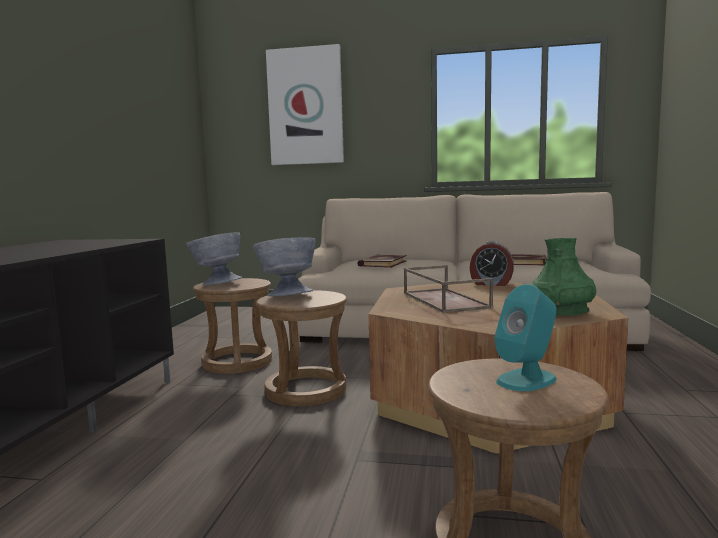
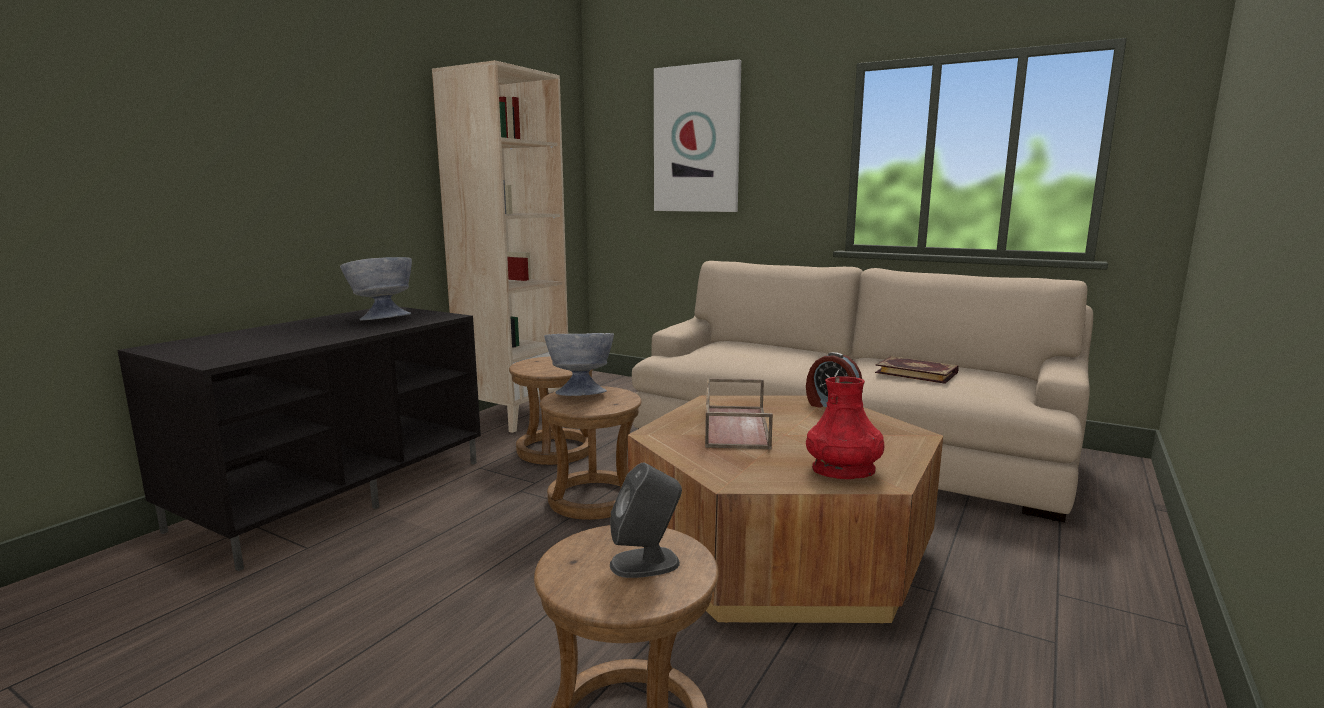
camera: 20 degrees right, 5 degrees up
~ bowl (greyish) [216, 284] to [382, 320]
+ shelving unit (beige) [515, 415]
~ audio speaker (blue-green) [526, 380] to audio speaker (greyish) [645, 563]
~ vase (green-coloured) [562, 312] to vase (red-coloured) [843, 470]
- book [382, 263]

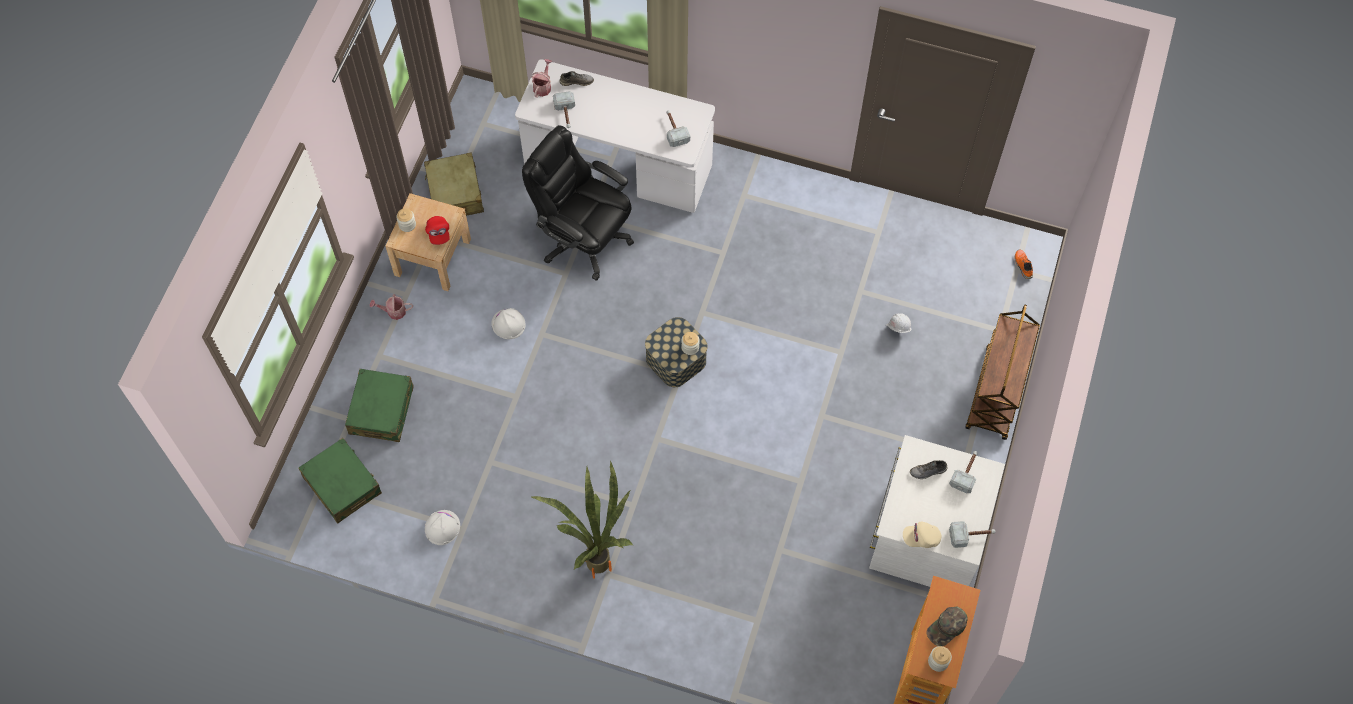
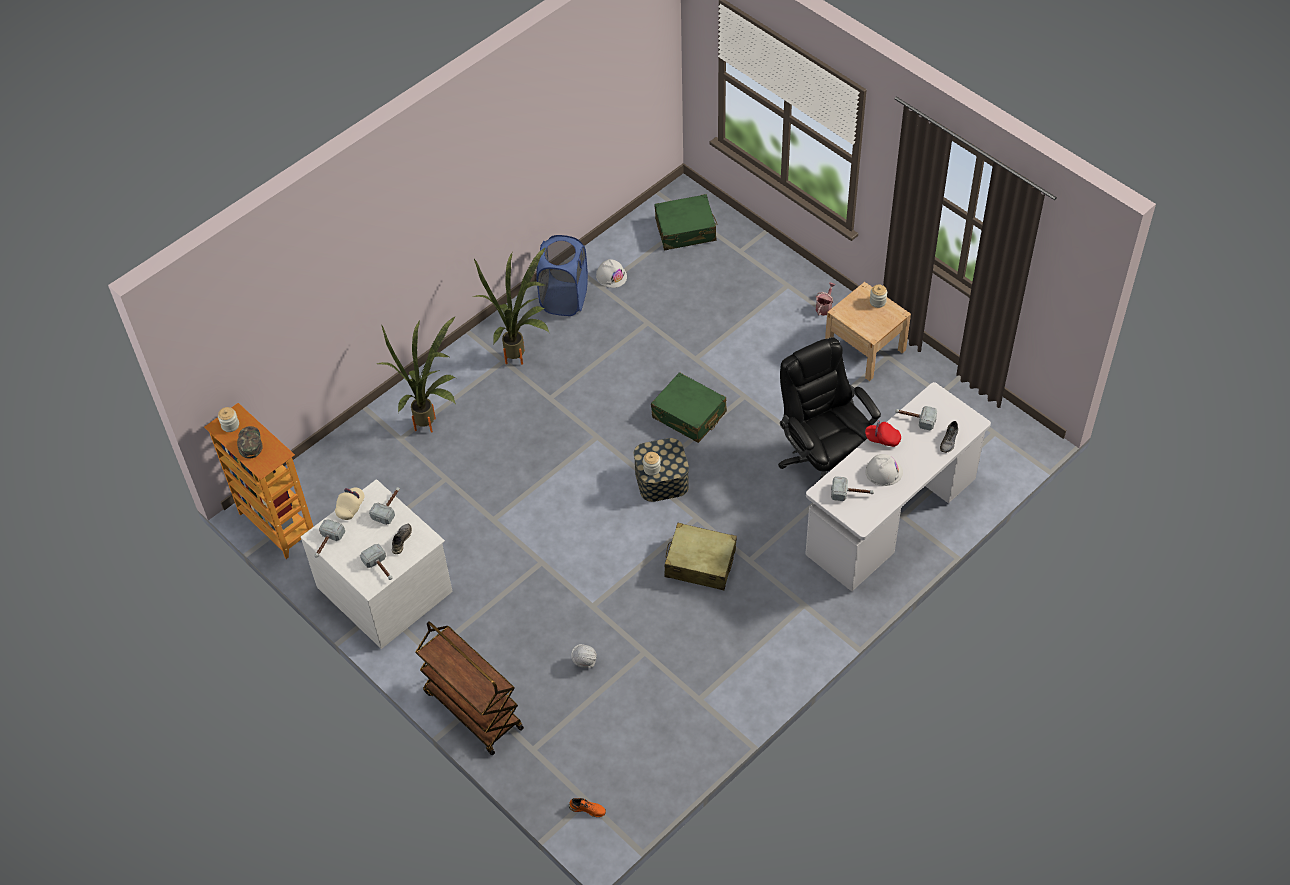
camera: 120 degrees right, 10 degrees down
+ hammer [389, 507]
+ houseplant [431, 427]
+ washing basket (blue-coloured) [564, 299]
~ travel case (green-coloured) [382, 410] to [689, 415]
~ travel case (beige) [455, 194] to [700, 563]
~ computer chair (black) [583, 238] = [824, 460] 90 degrees counterclockwise
~ peaked cap (red-coloured) [438, 234] to [882, 439]
~ work helmet (white-coloured) [508, 324] to [884, 471]
- sprinkling can [543, 86]

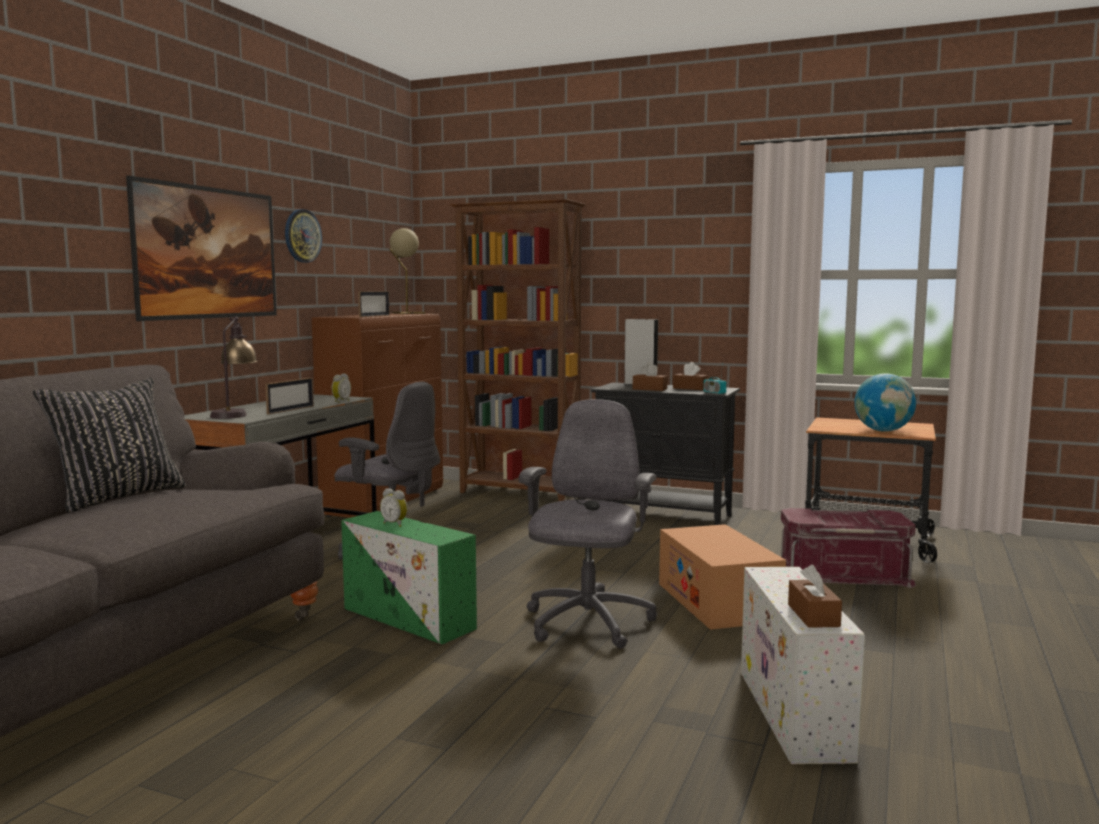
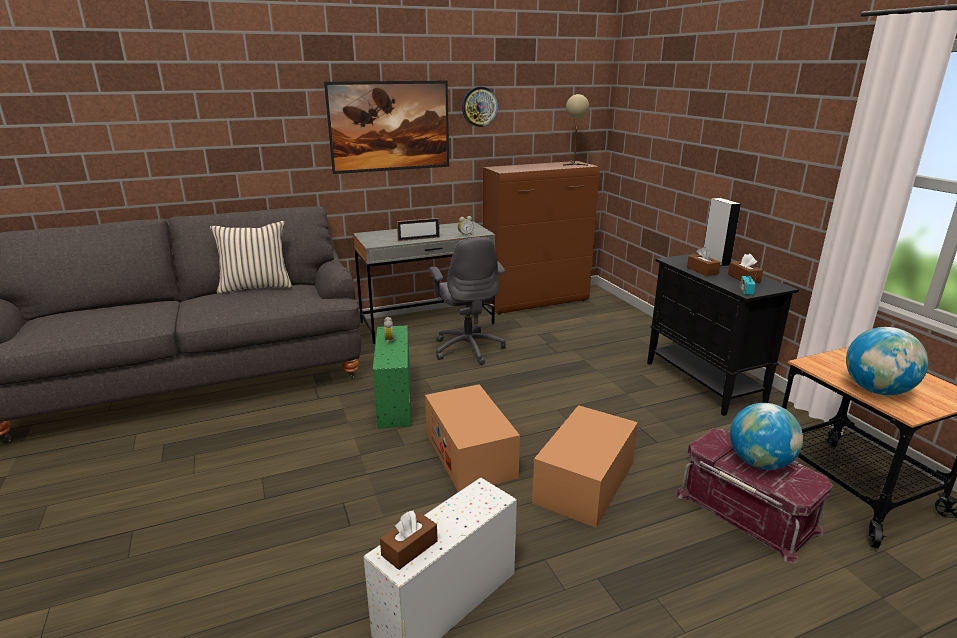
camera: 45 degrees right, 15 degrees up
~ cushion (black) [117, 497] to cushion (beige) [256, 287]
~ computer chair (greyish) [587, 623] to cardboard box [470, 455]
+ desk globe [759, 463]
- lamp for a table [235, 414]
- standing frame [374, 316]
- shelving unit (brown) [520, 493]

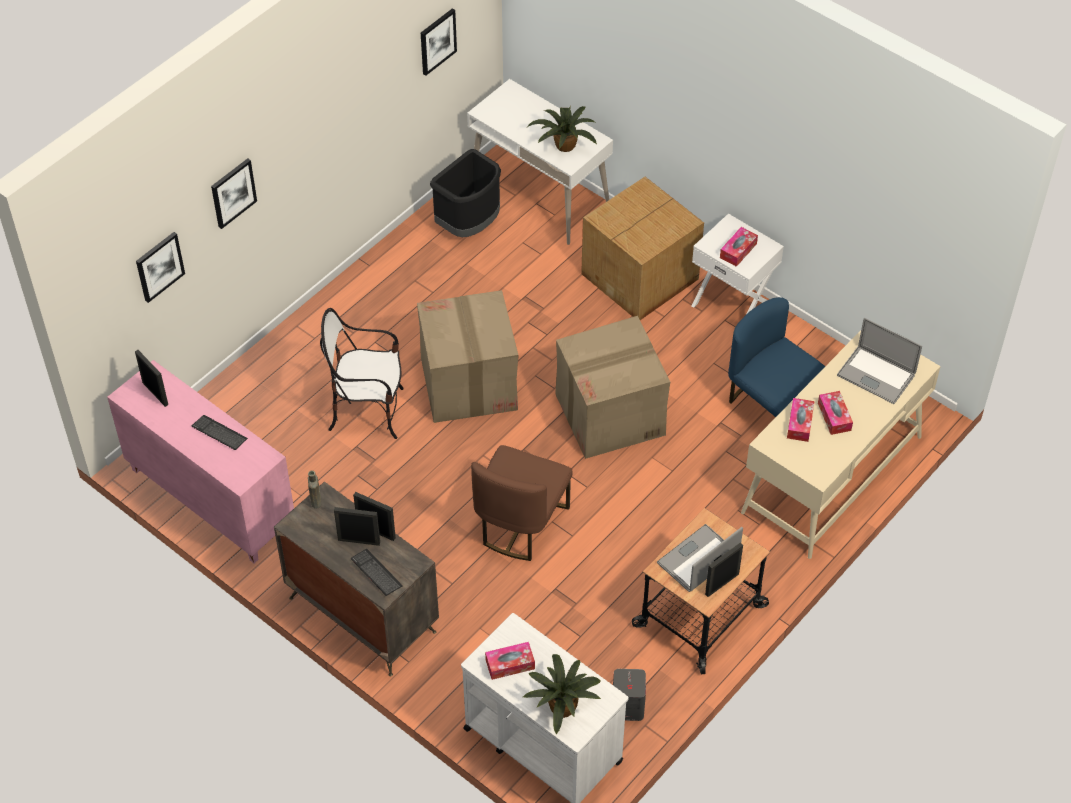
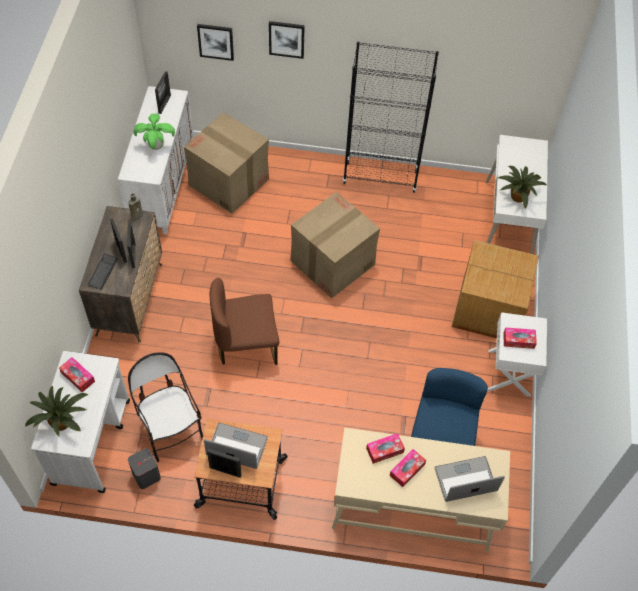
camera: 55 degrees right, 5 degrees up
~ cupboard (pink) [209, 499] to cupboard (white-coloured) [162, 186]
~ upright chair [368, 411] to [170, 429]
~ computer keyboard [219, 433] to houseplant [156, 146]
~ cardboard box [611, 414] to [229, 182]
+ shelving unit (black) [380, 177]
~ laptop [876, 375] = [465, 479] 75 degrees clockwise
- wall art [437, 41]
- waste bin (black) [469, 225]

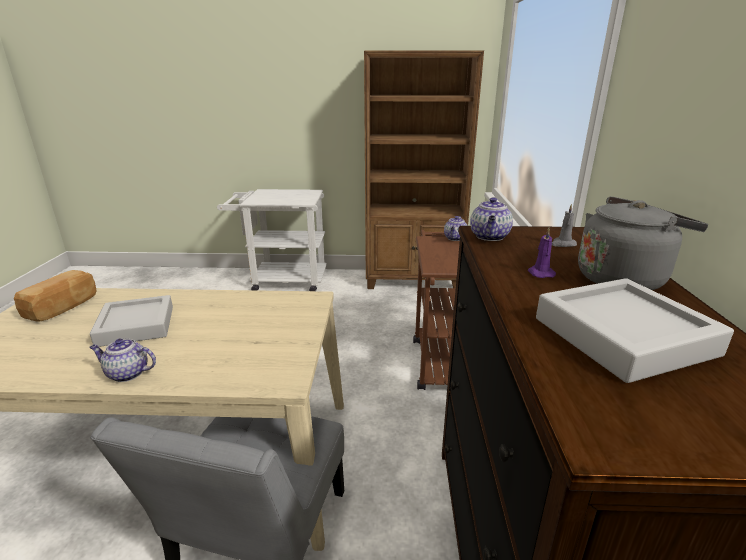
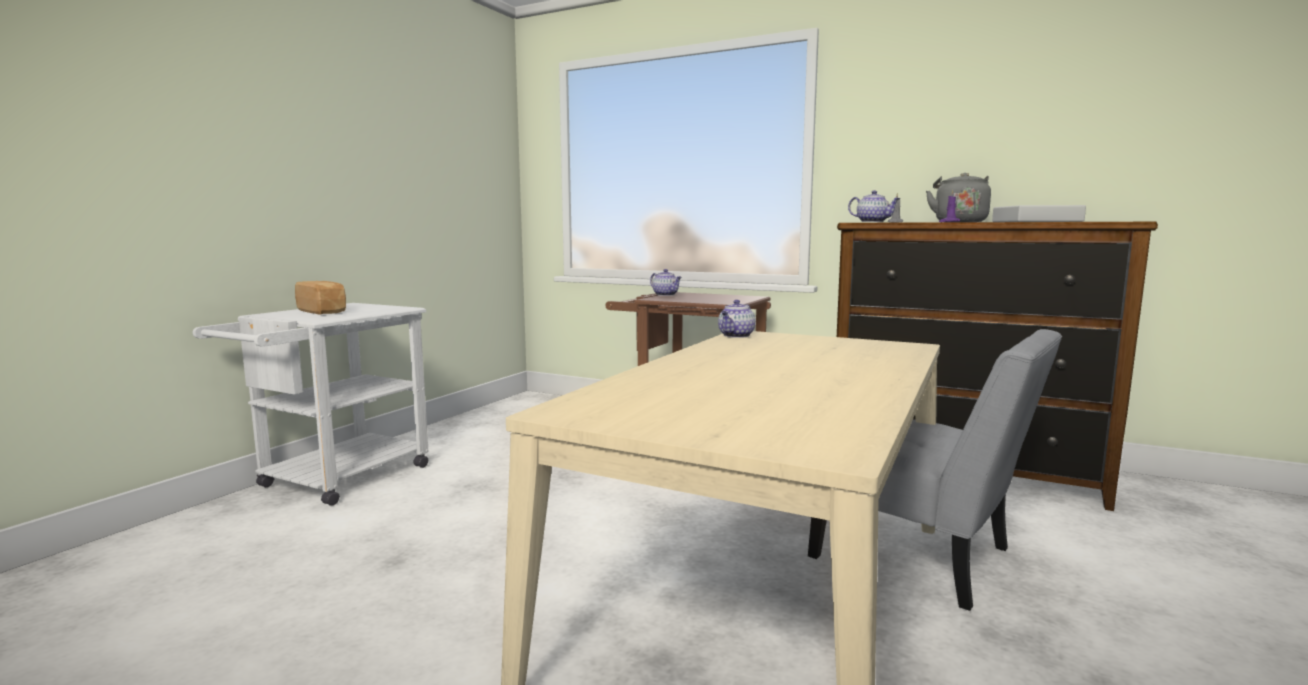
camera: 65 degrees left, 15 degrees down
~ baked bread [63, 308] to [323, 311]
~ tea pot [126, 373] to [736, 336]
- serving tray (greyish) [136, 326]
- shelving unit (brown) [413, 280]

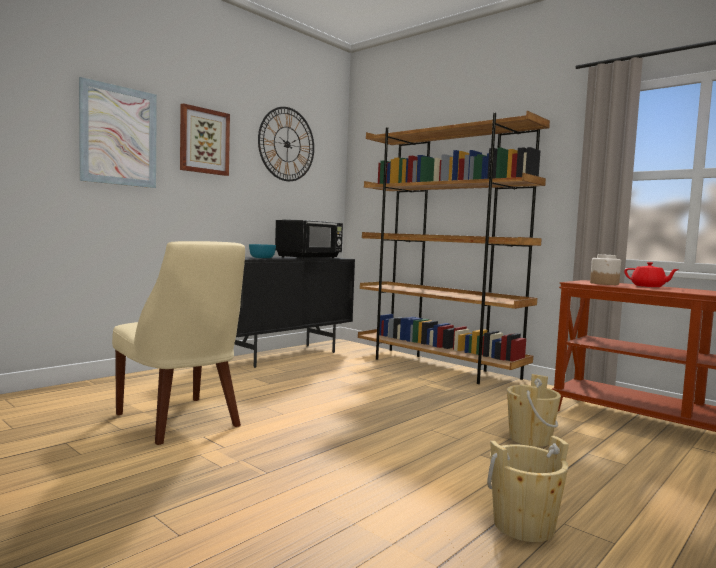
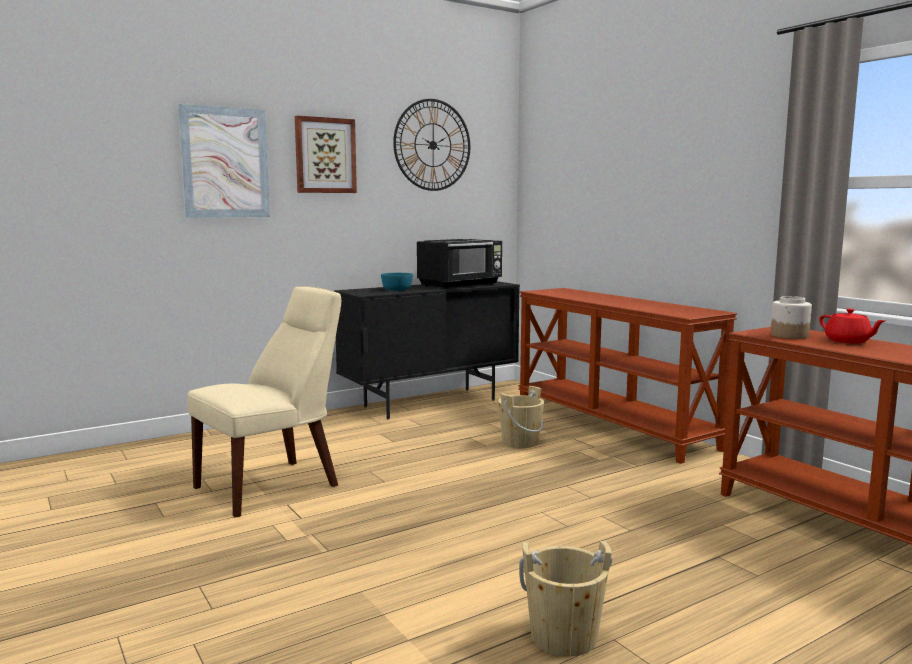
camera: 15 degrees right, 5 degrees up
~ upright chair (beige) [180, 422] = [273, 485] 105 degrees counterclockwise
~ water bucket (beige) [530, 438] to [520, 442]
~ shelving unit (brown) [438, 367] to console table (brown) [613, 425]

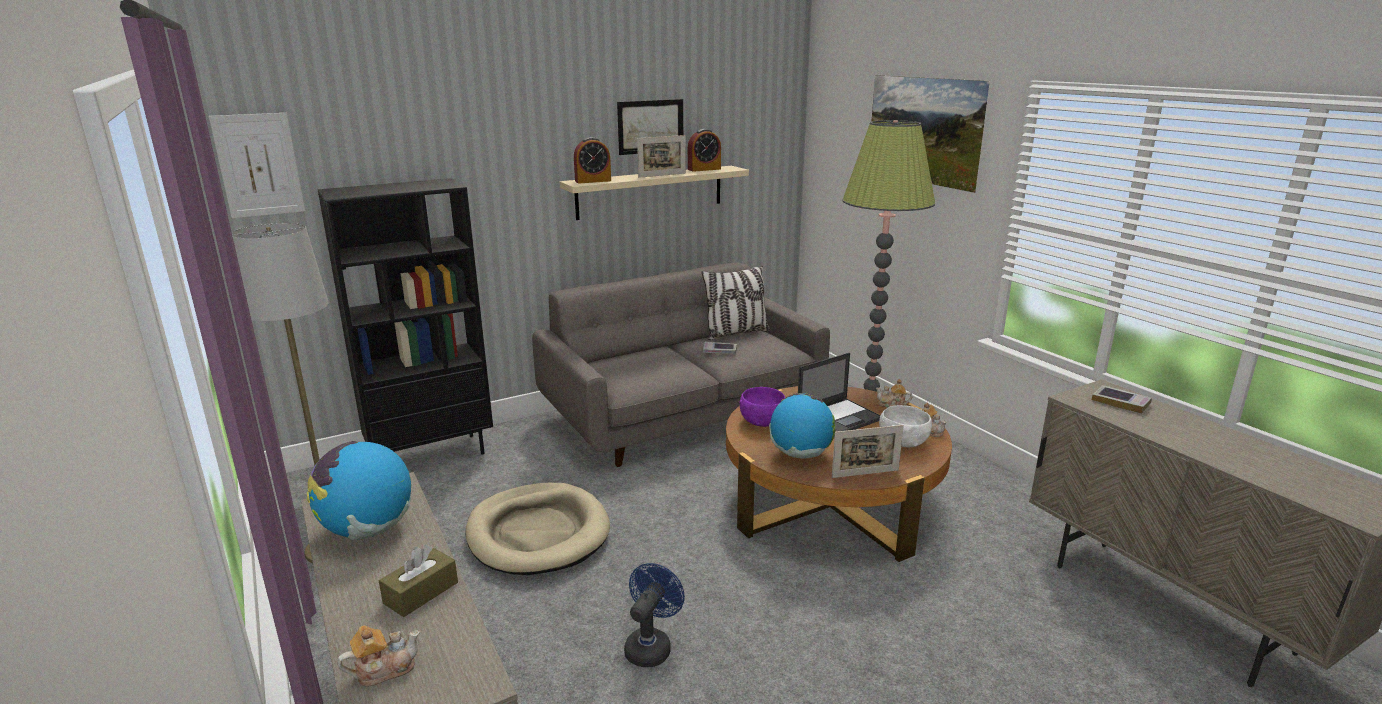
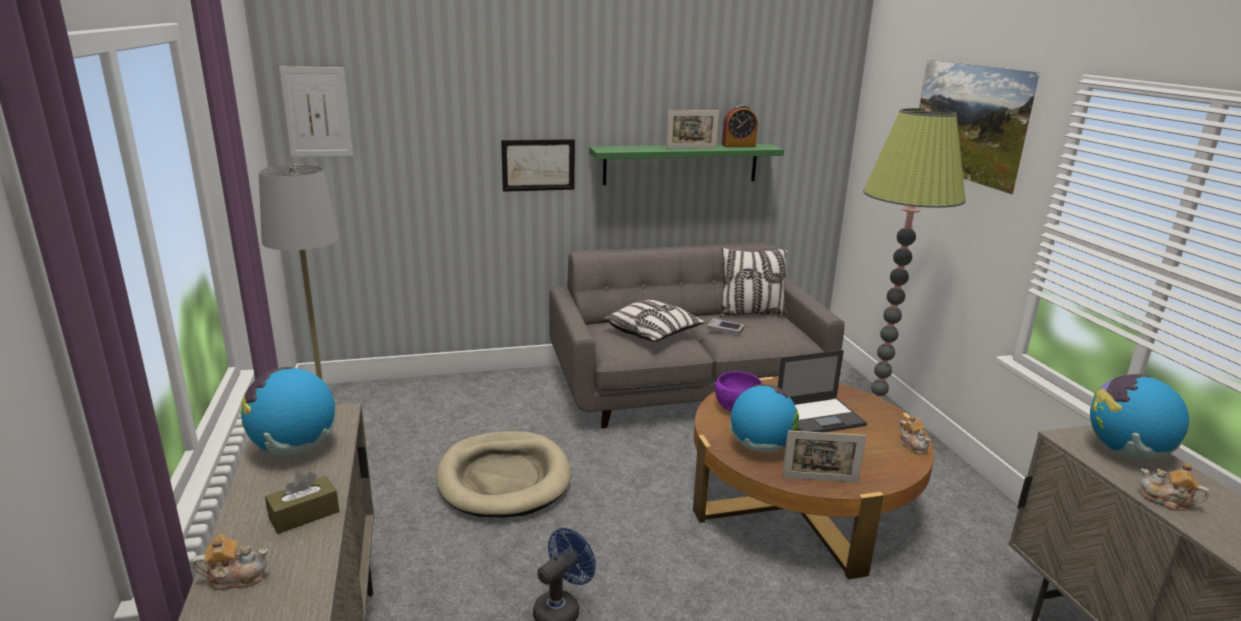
camera: 15 degrees right, 0 degrees up
~ wall art [650, 126] to [538, 165]
~ bracket shelf (beige) [650, 192] to bracket shelf (green-coloured) [681, 164]
+ cushion [653, 333]
~ book [1120, 402] to desk globe [1126, 452]
~ tea pot [892, 405] to [1166, 501]
- shelving unit (black) [432, 455]
- table clock [593, 181]
- bowl (white-coloured) [902, 442]

